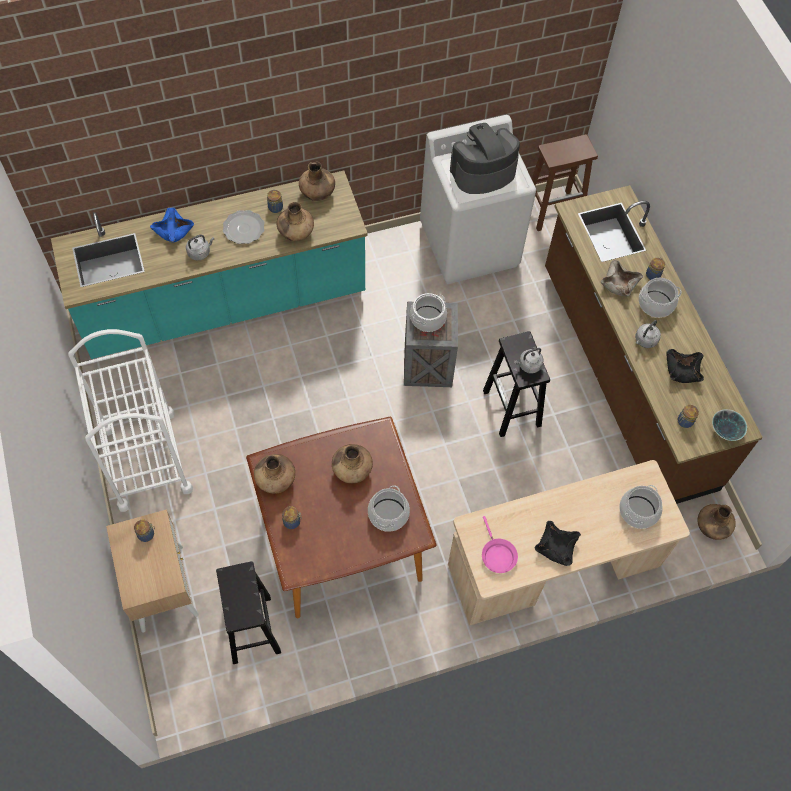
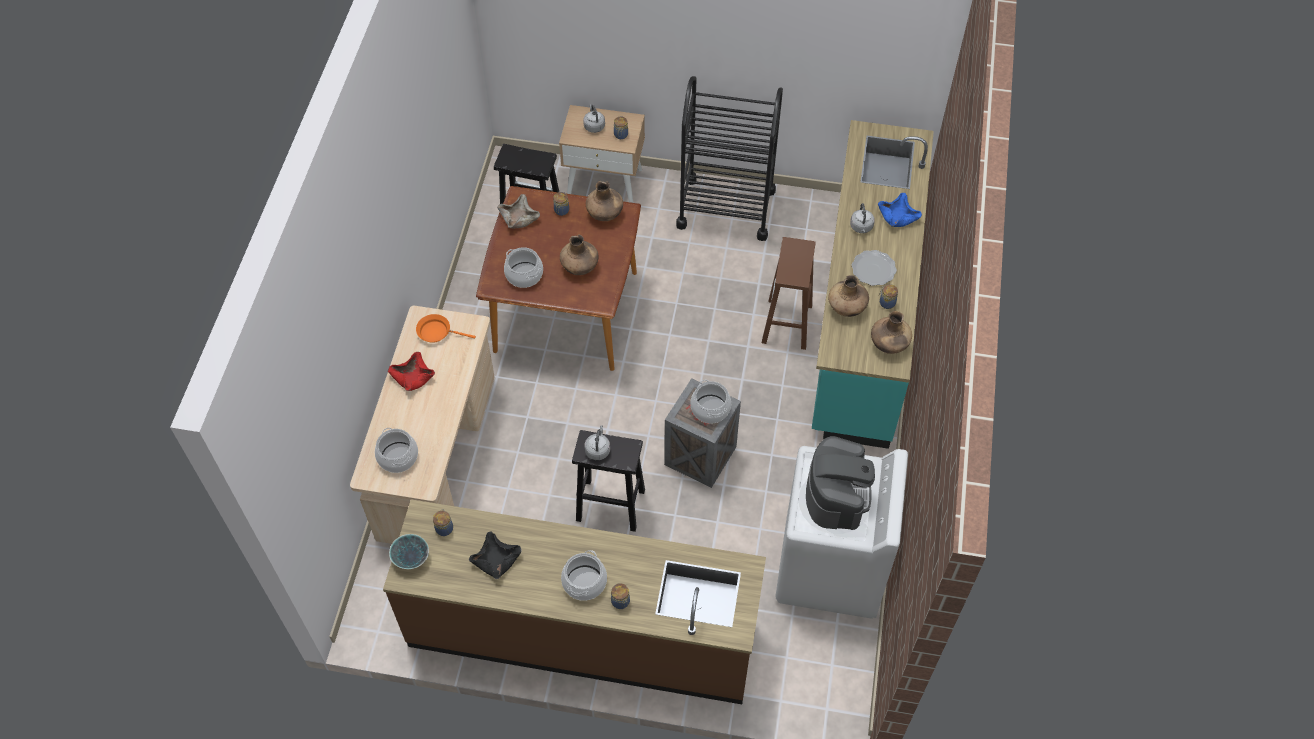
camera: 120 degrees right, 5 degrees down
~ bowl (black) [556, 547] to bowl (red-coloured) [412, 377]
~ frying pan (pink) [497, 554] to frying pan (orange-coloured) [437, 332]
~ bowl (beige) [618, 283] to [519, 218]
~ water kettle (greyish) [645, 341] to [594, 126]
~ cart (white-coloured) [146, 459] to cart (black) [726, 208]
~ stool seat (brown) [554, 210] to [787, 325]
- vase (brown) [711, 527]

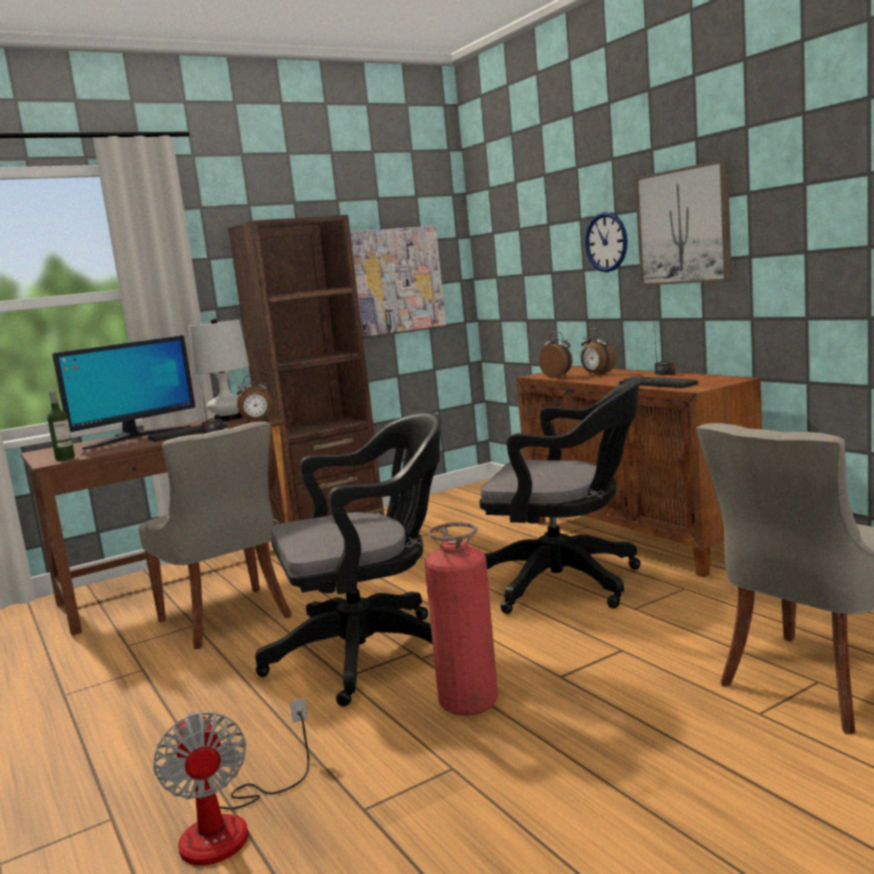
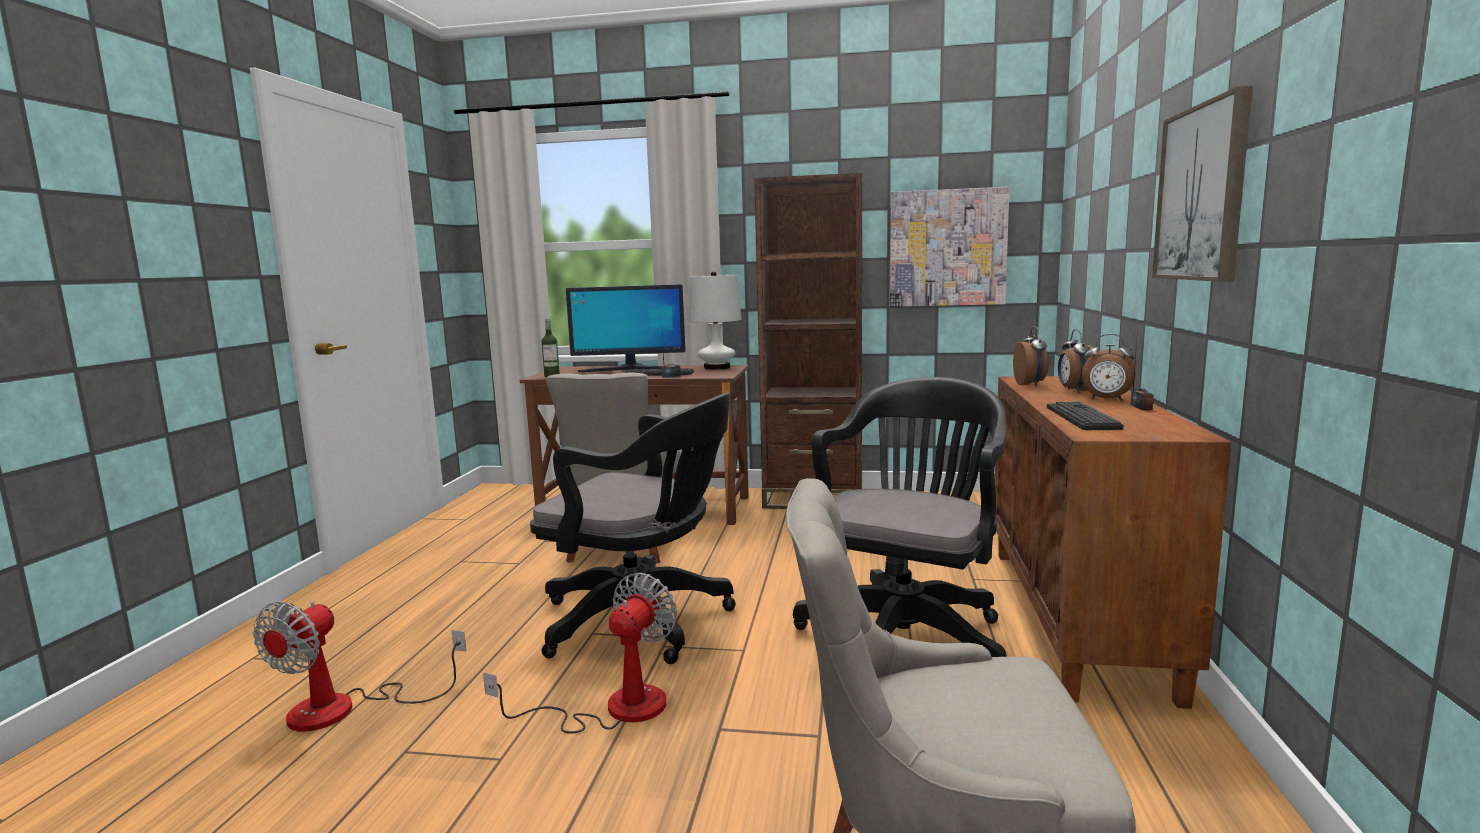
camera: 40 degrees right, 0 degrees up
~ extinguisher [468, 703] to fan [613, 709]
~ computer chair (black) [567, 583] = [906, 635] 120 degrees counterclockwise
~ table clock [257, 421] to [1106, 399]
- wall clock [606, 242]

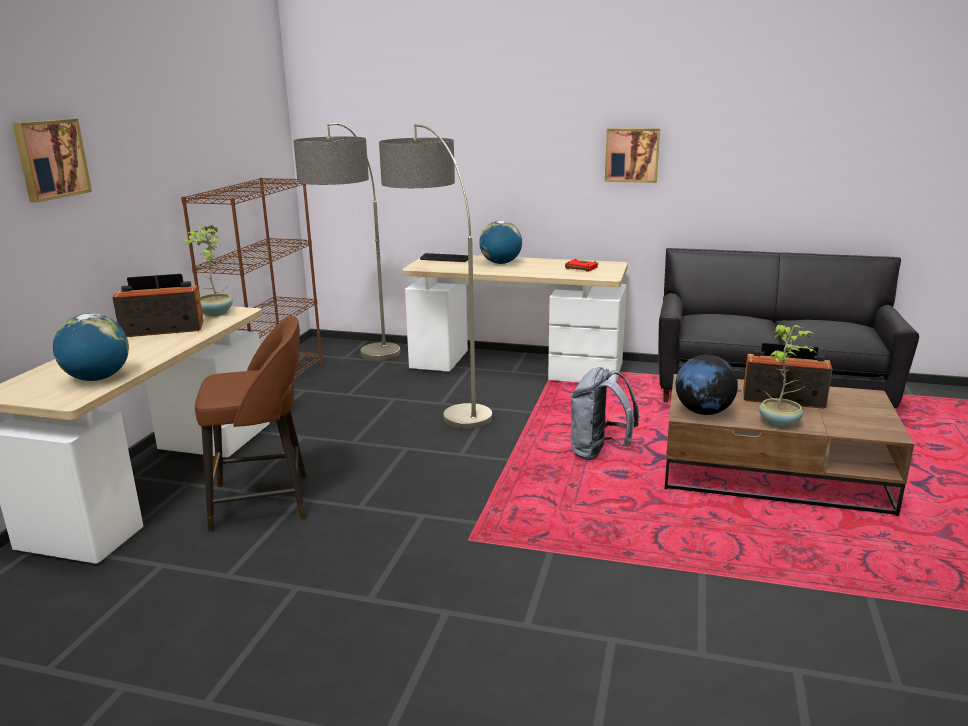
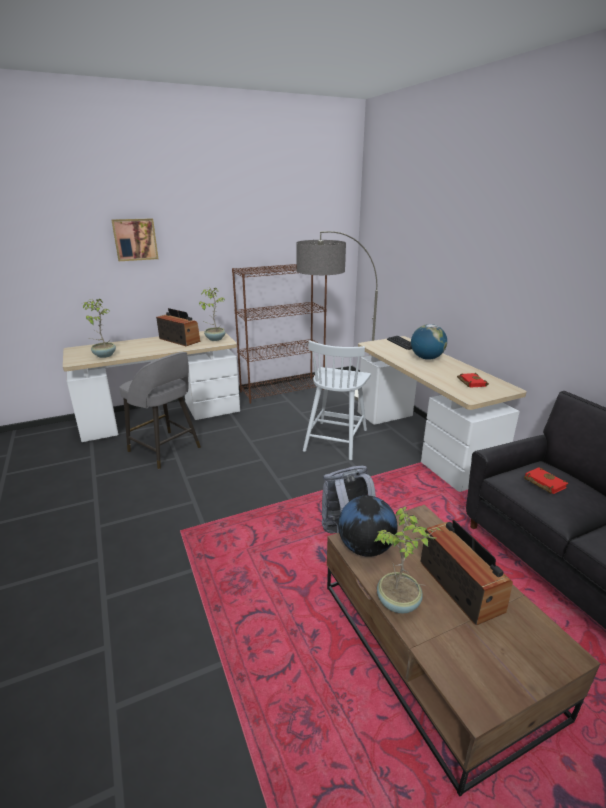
camera: 50 degrees right, 5 degrees up
~ desk globe [97, 378] to houseplant [104, 355]
~ stool seat (brown) [265, 501] to stool seat (greyish) [166, 450]
~ standing lamp [440, 399] to upright chair (white-coloured) [335, 439]
+ book (red-coloured) [543, 483]
- wall art [632, 155]

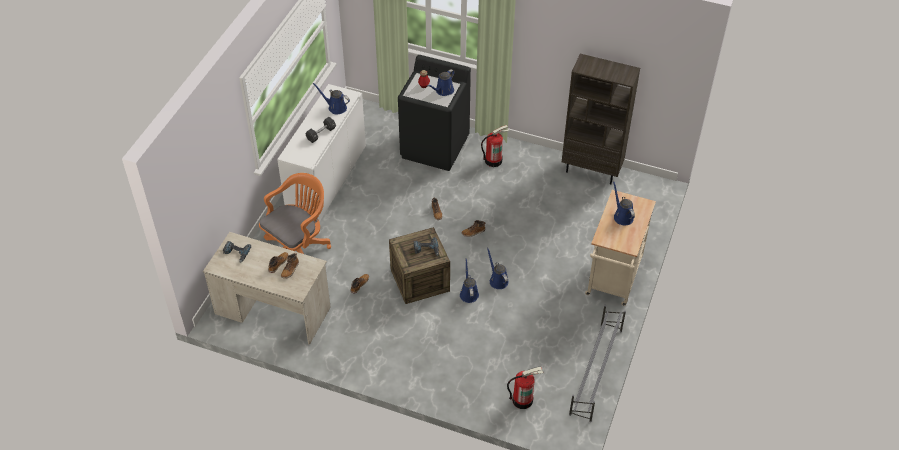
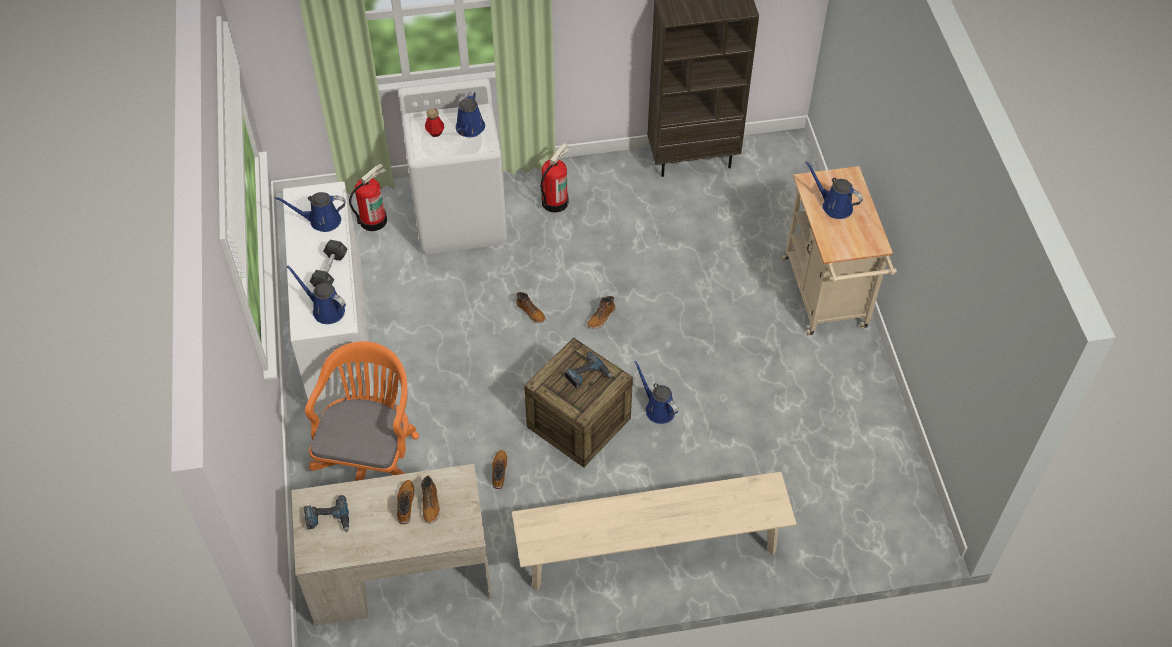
camera: 30 degrees left, 5 degrees up
~ sprinkling can (blue-coloured) [497, 280] to [325, 309]
~ extinguisher [522, 399] to [373, 220]
~ washing machine (black) [435, 147] to washing machine (white-coloured) [460, 217]
+ long seat (beige) [651, 550]
- shoe stand (greyish) [595, 372]

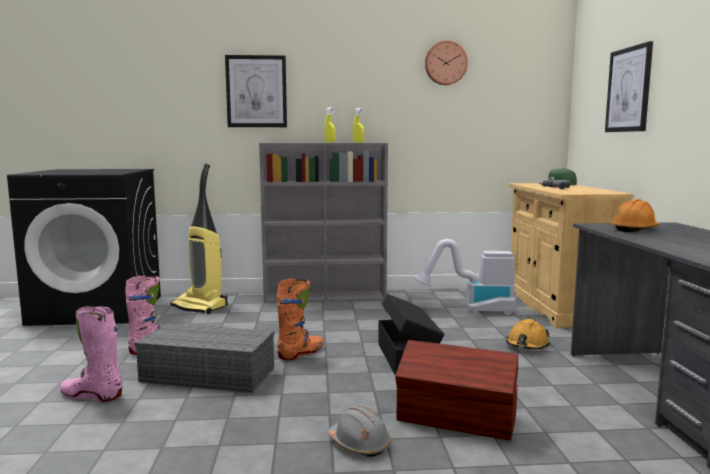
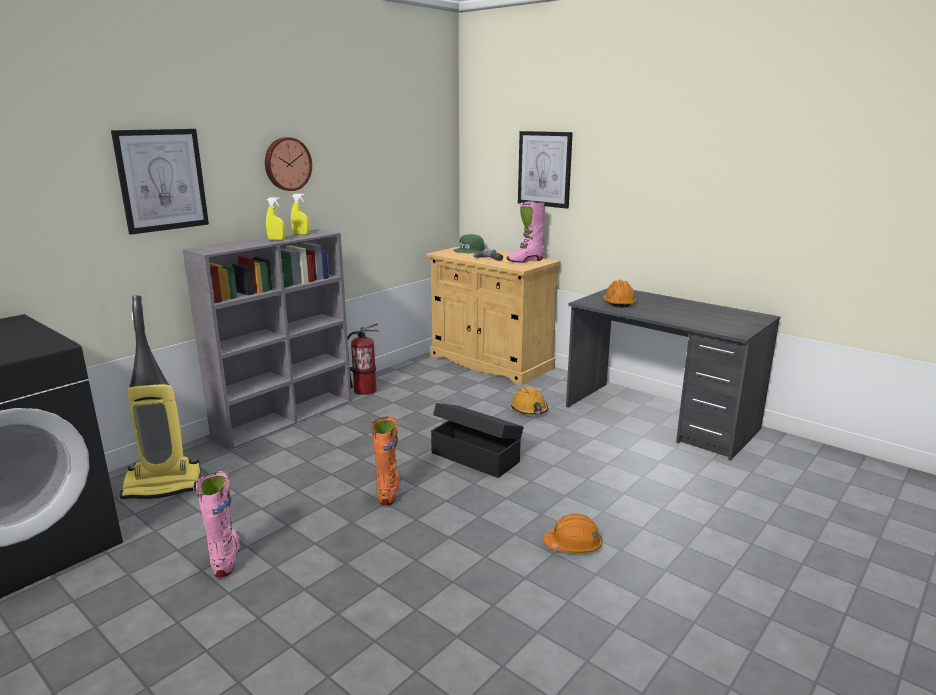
camera: 45 degrees left, 10 degrees up
~ wall clock [445, 63] to [287, 164]
+ extinguisher [364, 390]
~ boot (pink) [92, 395] to [525, 261]
~ work helmet (greyish) [359, 444] to work helmet (orange-coloured) [573, 545]
- storage bin (greyish) [210, 374]
- storage bin (brown) [457, 419]
- hoover [472, 310]

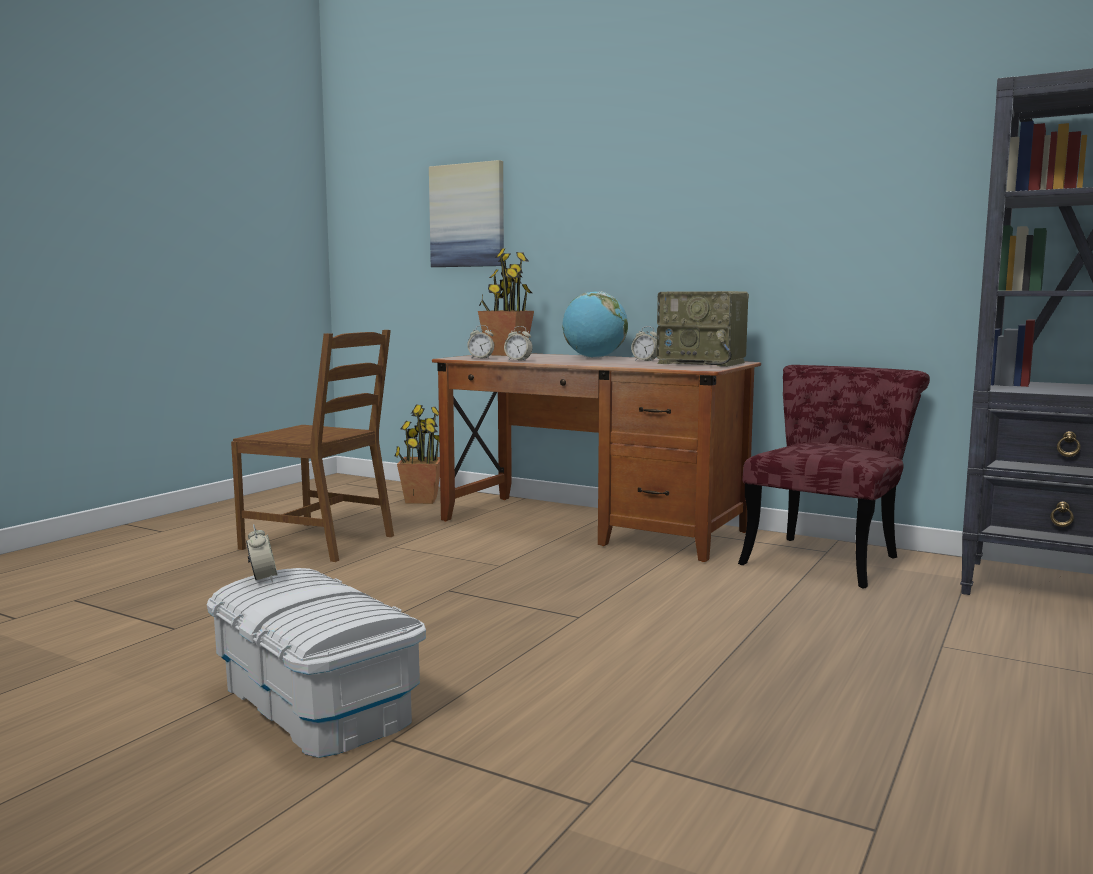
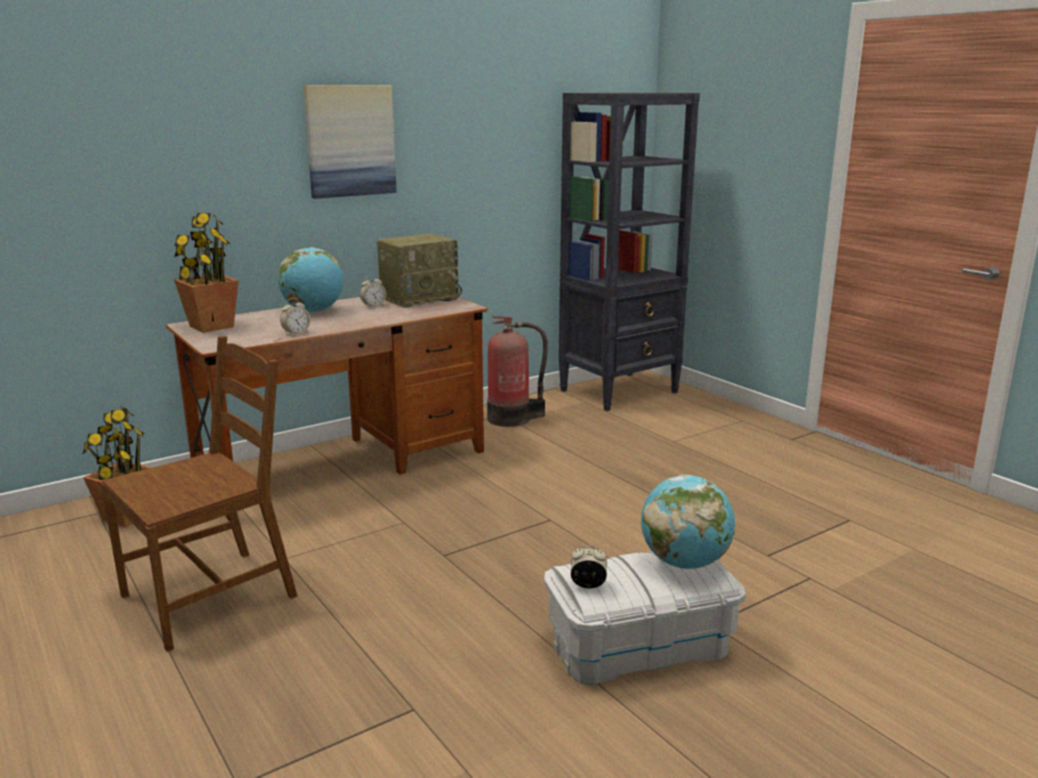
camera: 65 degrees left, 10 degrees up
~ wall art [467, 215] to [350, 141]
~ upright chair (red-coloured) [827, 557] to extinguisher [512, 418]
+ desk globe [684, 563]
- table clock [481, 358]

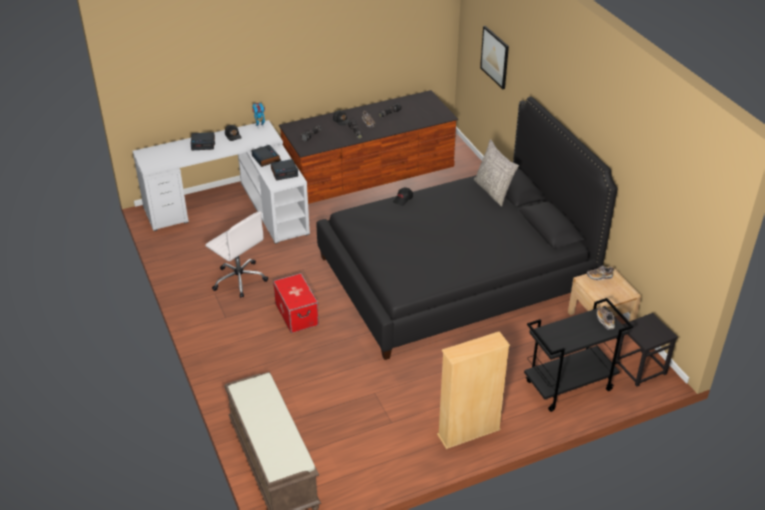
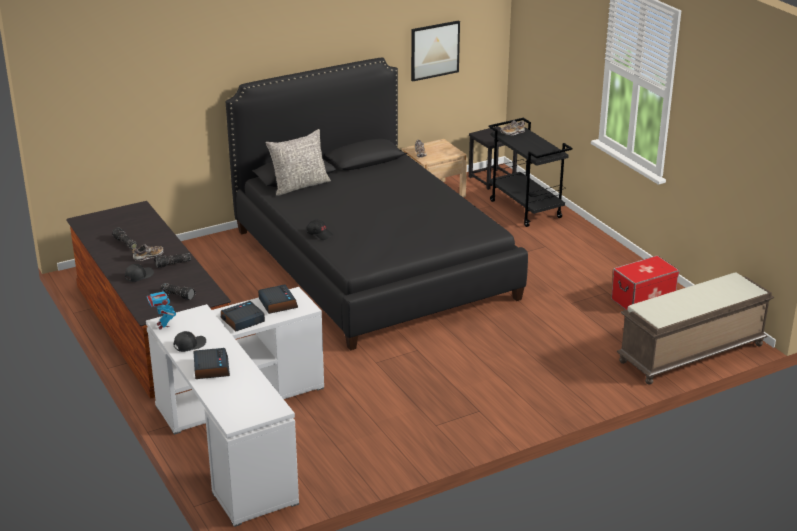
camera: 95 degrees left, 10 degrees down
~ wall art [495, 57] to [434, 50]
~ storage bin [296, 314] to [643, 300]
- computer chair (white-coloured) [239, 279]
- shelving unit (beige) [468, 432]

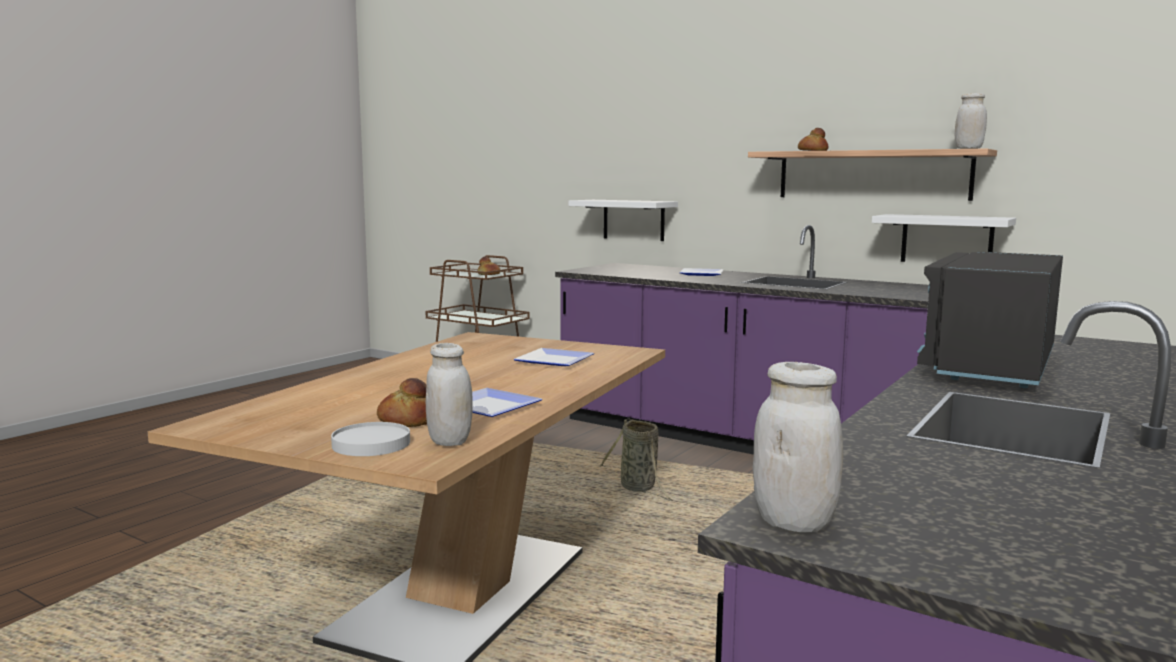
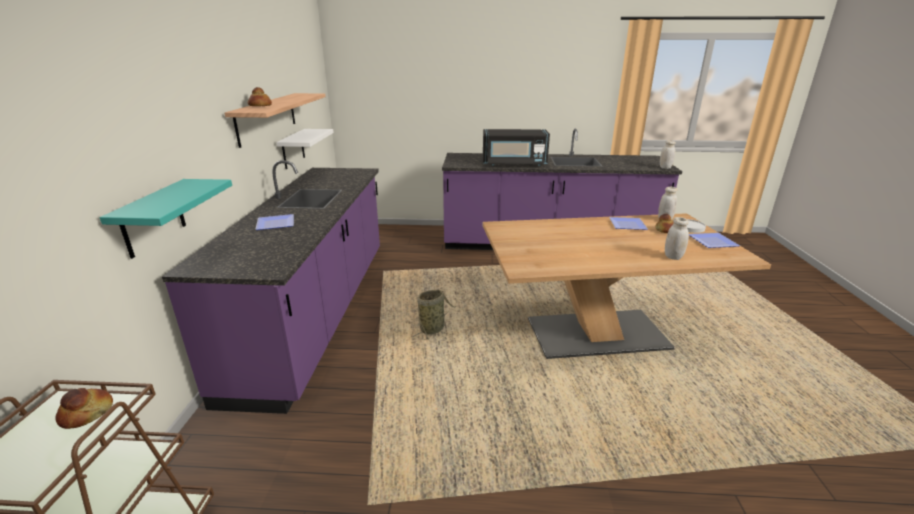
camera: 120 degrees left, 15 degrees up
~ bracket shelf (white-coloured) [633, 220] to bracket shelf (blue-green) [153, 218]
~ storage jar (white-coloured) [968, 148] to [673, 257]
~ dinner plate [551, 361] to [714, 242]

